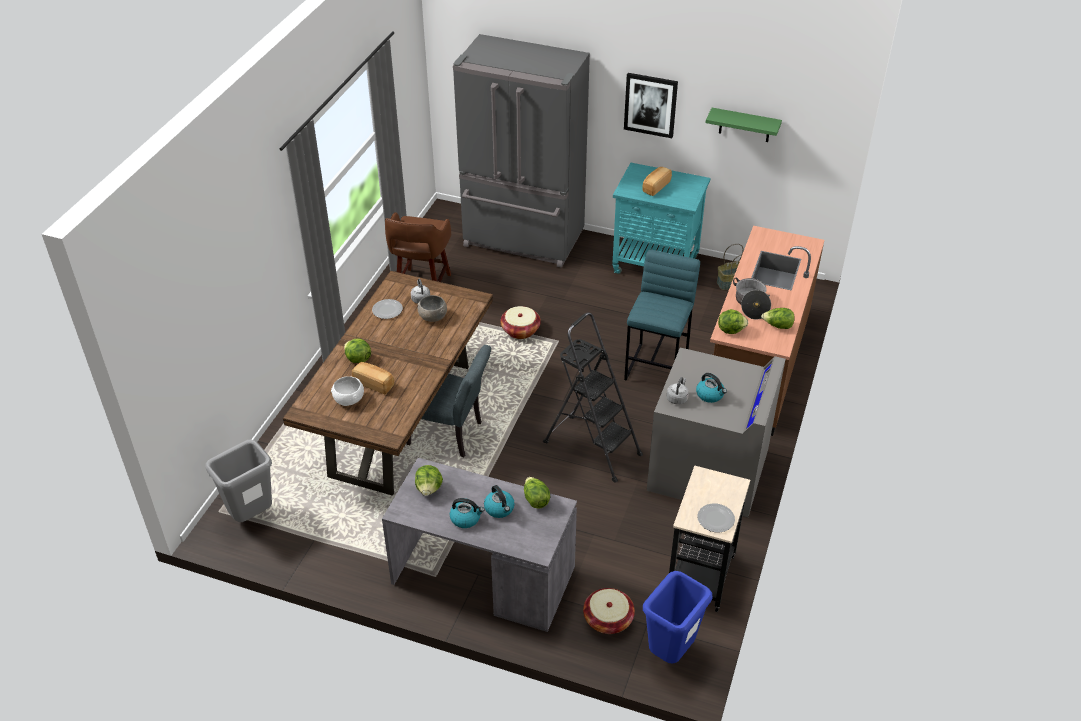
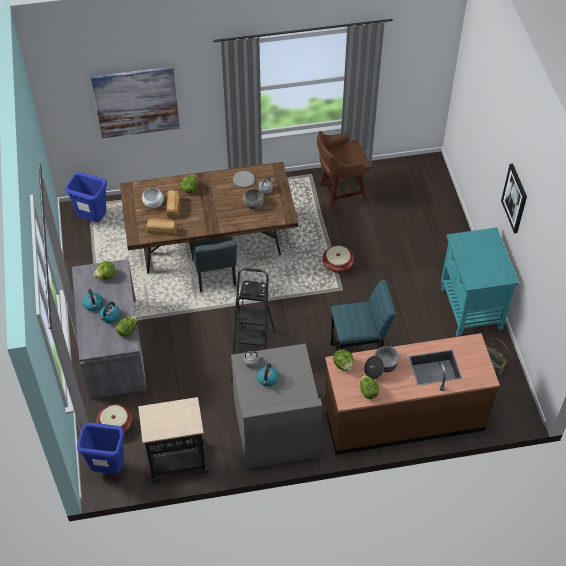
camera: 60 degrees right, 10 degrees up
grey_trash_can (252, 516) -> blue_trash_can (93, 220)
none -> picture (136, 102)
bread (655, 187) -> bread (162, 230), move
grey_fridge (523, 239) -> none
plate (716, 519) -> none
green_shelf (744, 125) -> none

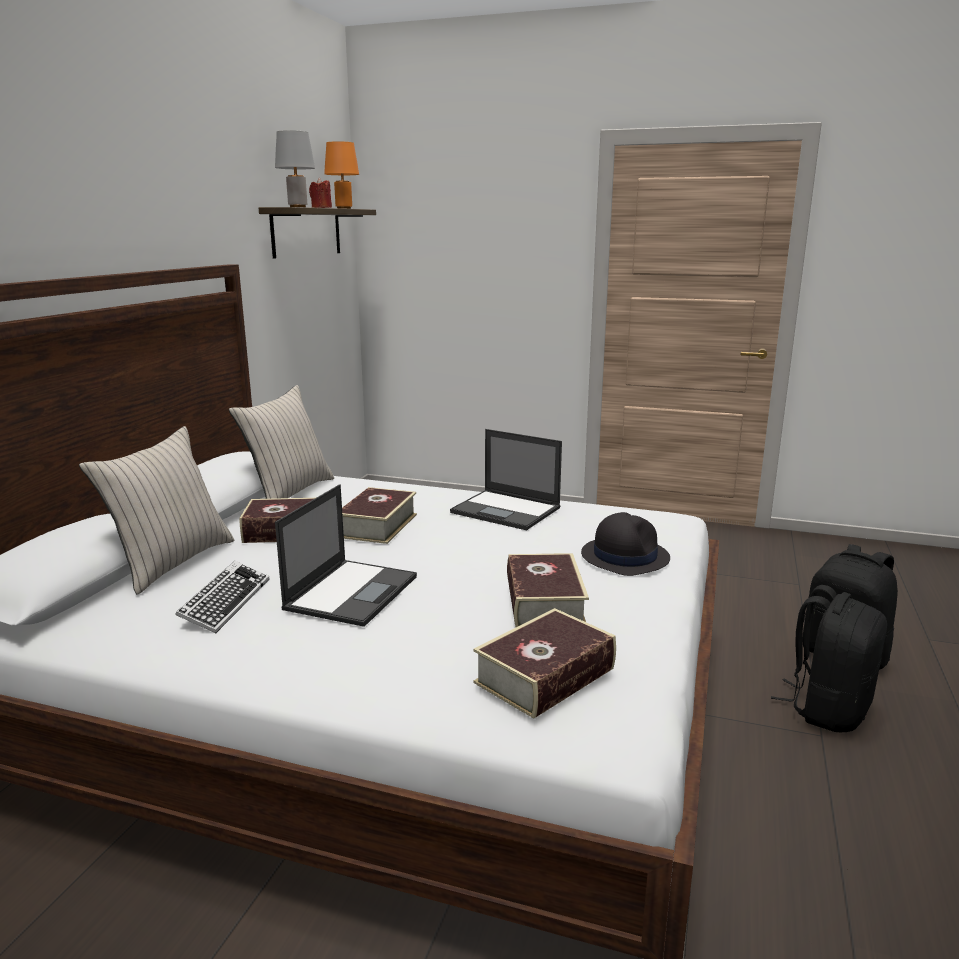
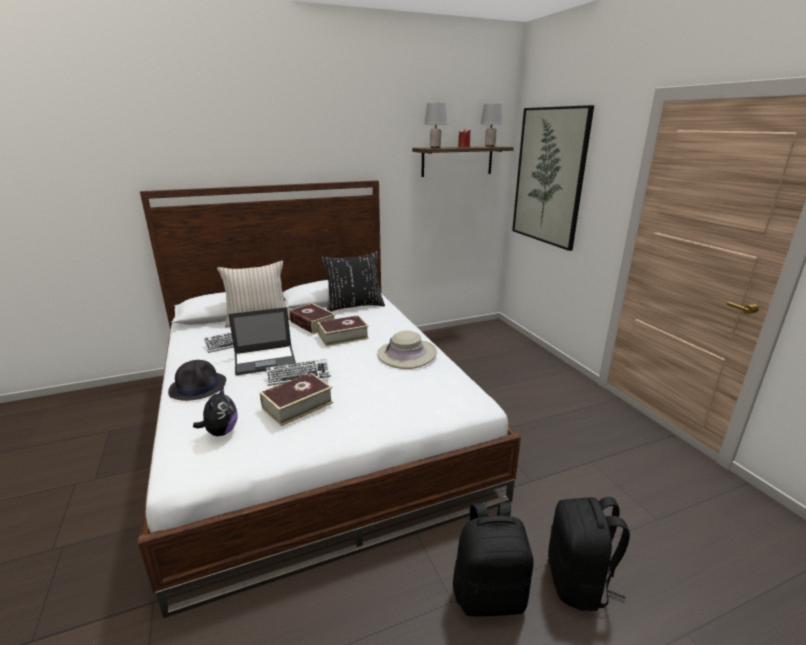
camera: 50 degrees right, 5 degrees up
black_hat (624, 556) -> black_hat (198, 386), move
book (545, 676) -> plush_toy (221, 432)
none -> keyboard (298, 376)
beige_pillow (288, 492) -> black_pillow (354, 306)
laptop (507, 510) -> beige_hat (407, 355)
orange_table_lamp (343, 208) -> grey_table_lamp (489, 146)
none -> picture (549, 177)

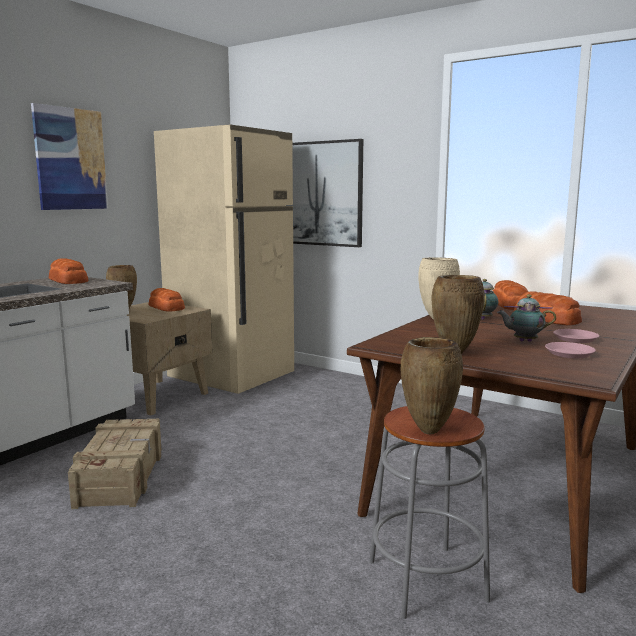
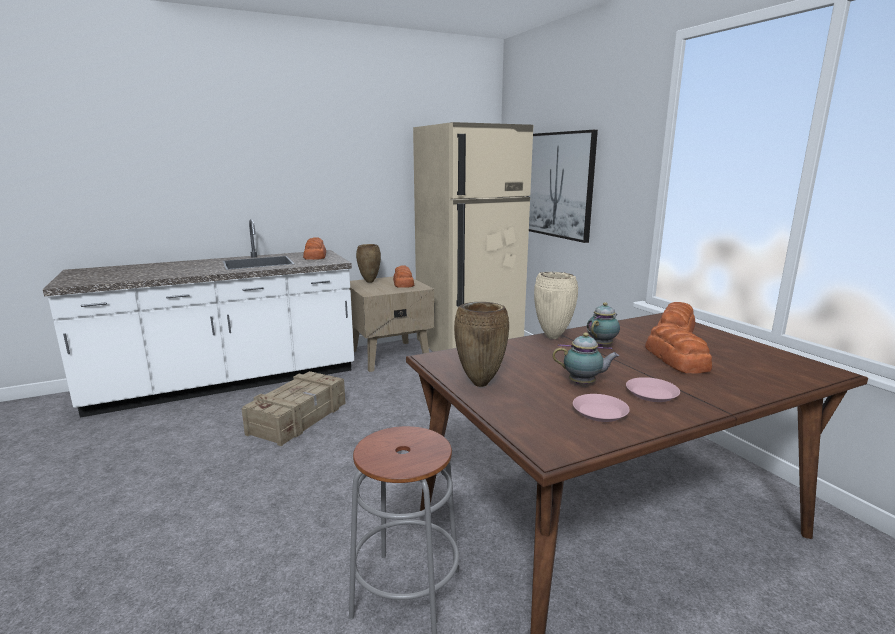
camera: 30 degrees right, 5 degrees up
teapot (523, 341) -> teapot (583, 384), 150 degrees clockwise
picture (70, 159) -> none
brown_vase (427, 431) -> none

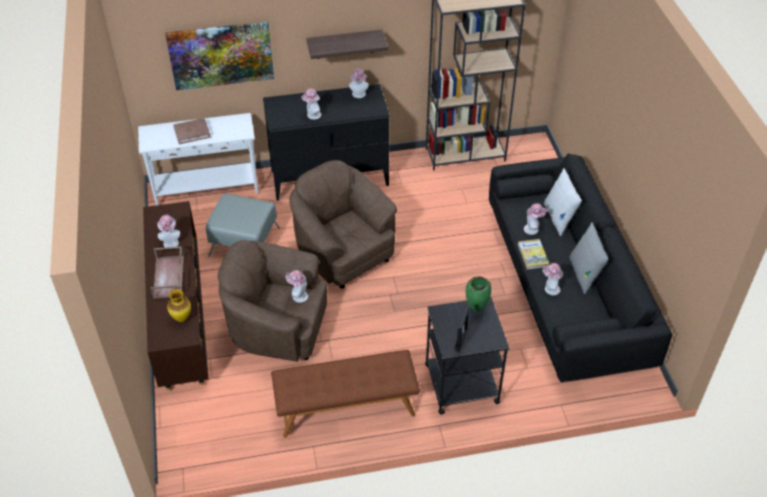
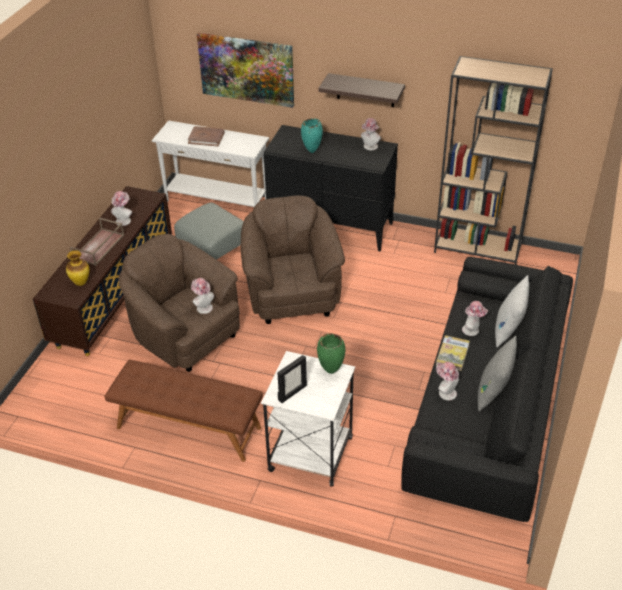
camera: 30 degrees right, 5 degrees down
black_cart (460, 384) -> white_cart (309, 452)
hat (312, 115) -> turquoise_vase (312, 151)

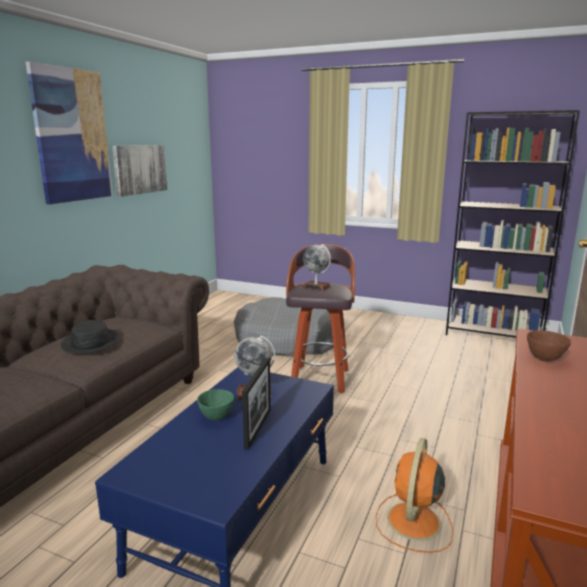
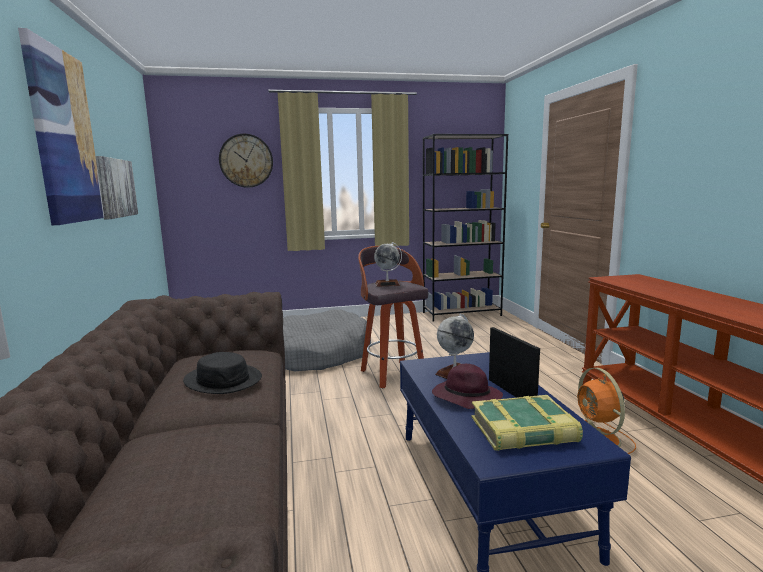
camera: 35 degrees left, 5 degrees down
none -> wall_clock (246, 161)
green_bowl (215, 417) -> purple_hat (465, 397)
none -> book (523, 431)
brown_bowl (544, 358) -> none

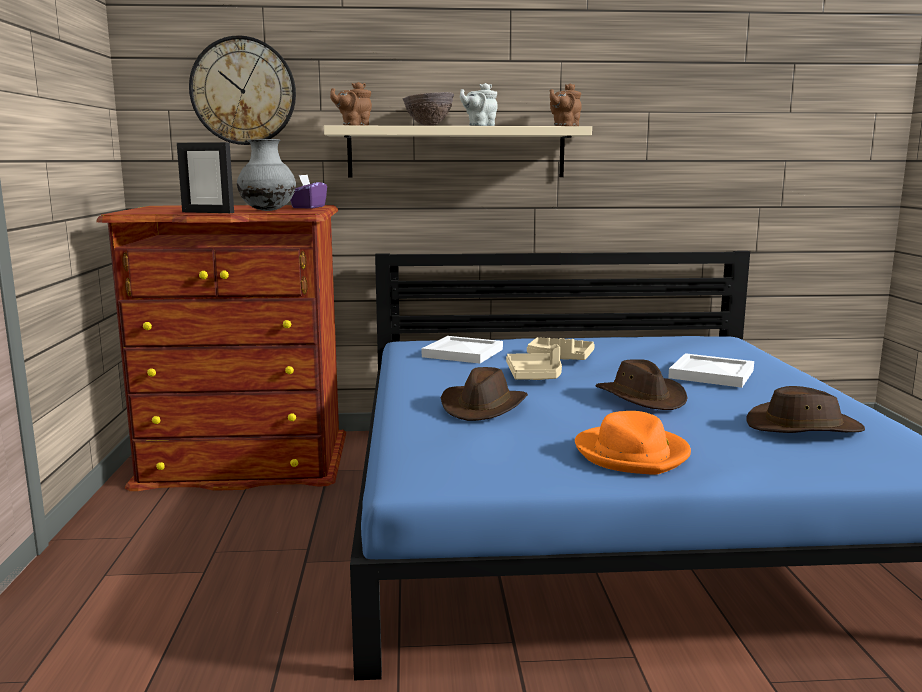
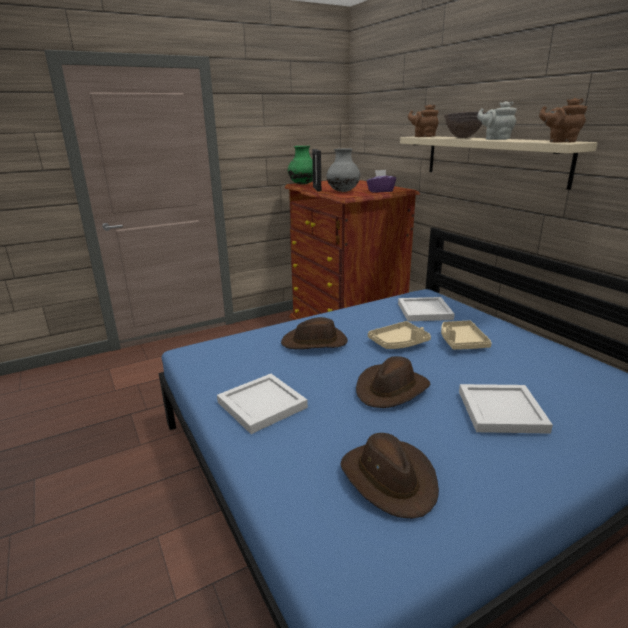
camera: 65 degrees right, 10 degrees up
orange_hat (632, 454) -> white_tray (263, 405)
none -> green_vase (303, 184)
wall_clock (243, 91) -> none

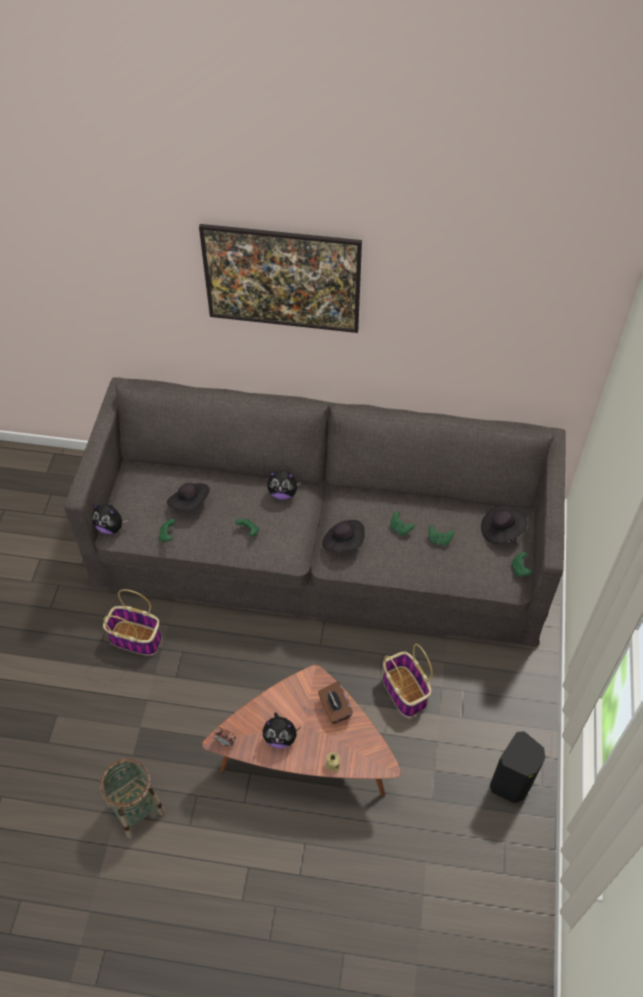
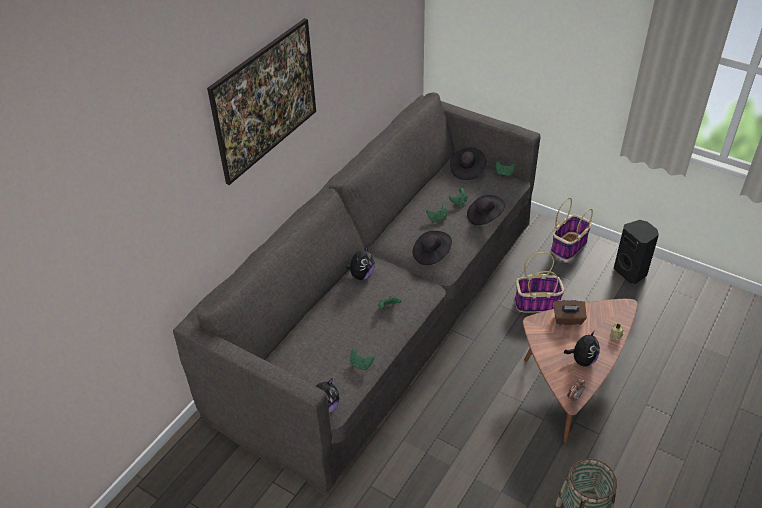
camera: 65 degrees left, 10 degrees down
black_hat (190, 503) -> black_hat (484, 217), move
basket (136, 638) -> basket (569, 246), move

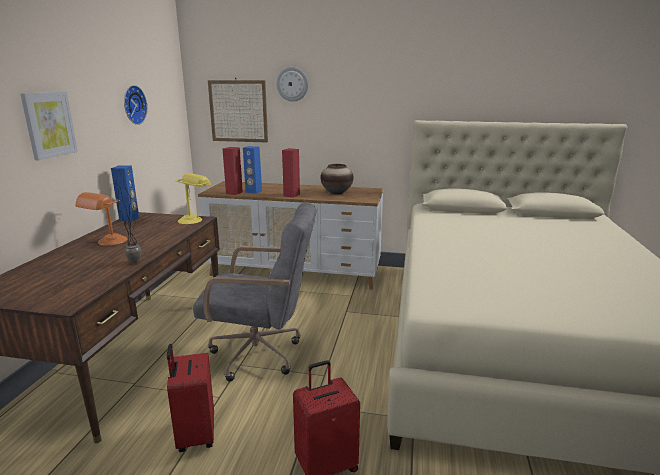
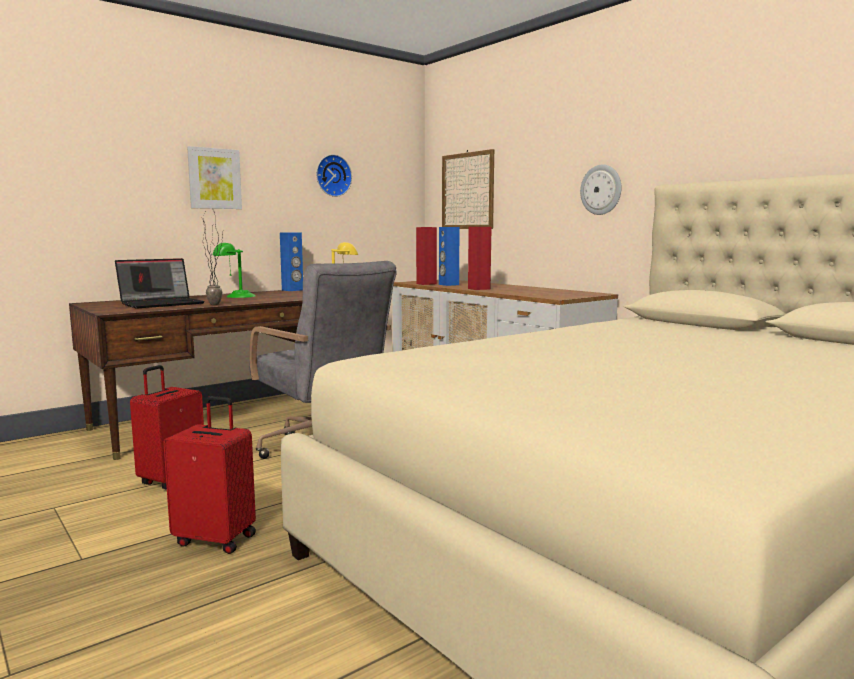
camera: 40 degrees right, 10 degrees down
none -> laptop (162, 304)
orange_table_lamp (108, 242) -> green_table_lamp (234, 296)
wall_clock (292, 84) -> wall_clock (601, 190), move
vase (337, 193) -> none

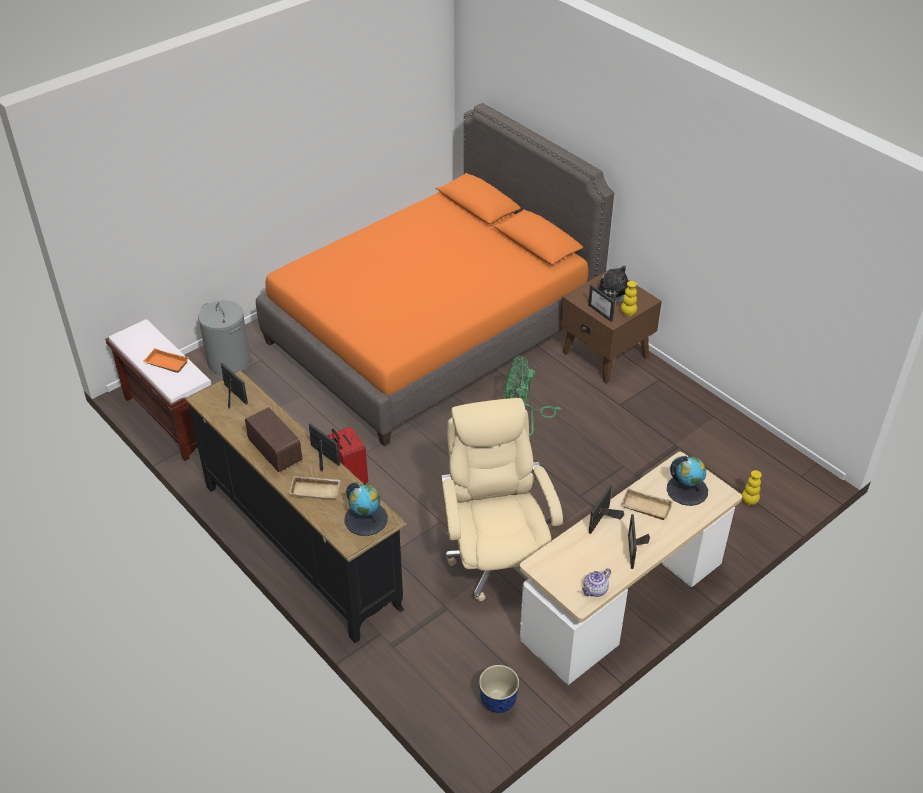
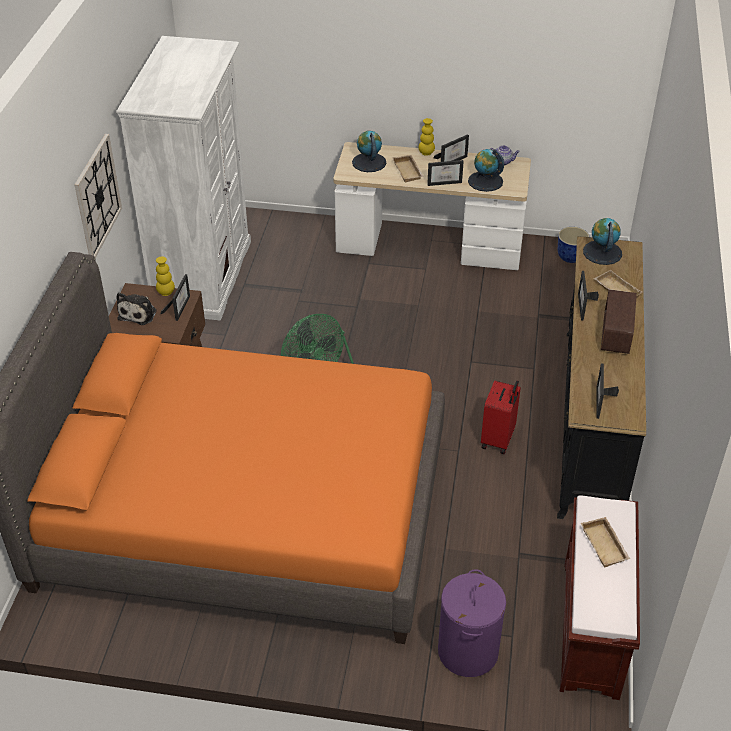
camera: 130 degrees left, 0 degrees up
none -> wall_clock (97, 197)
none -> white_wardrobe (203, 276)
yellow_vase (749, 501) -> yellow_vase (426, 153), move
grey_laundry_basket (229, 362) -> purple_laundry_basket (468, 652)
none -> globe (485, 181)
orange_tray (165, 364) -> beige_tray (605, 545)
beige_office_chair (495, 560) -> none

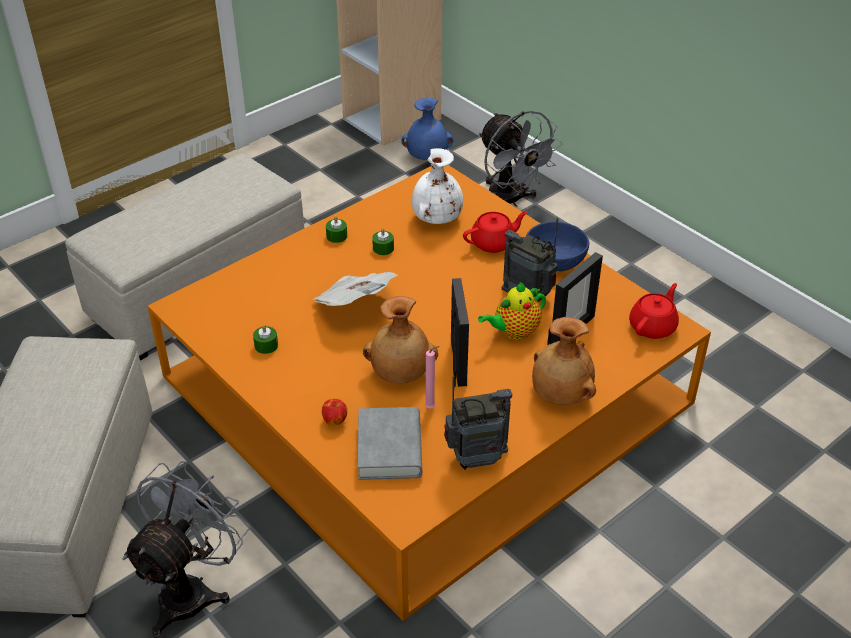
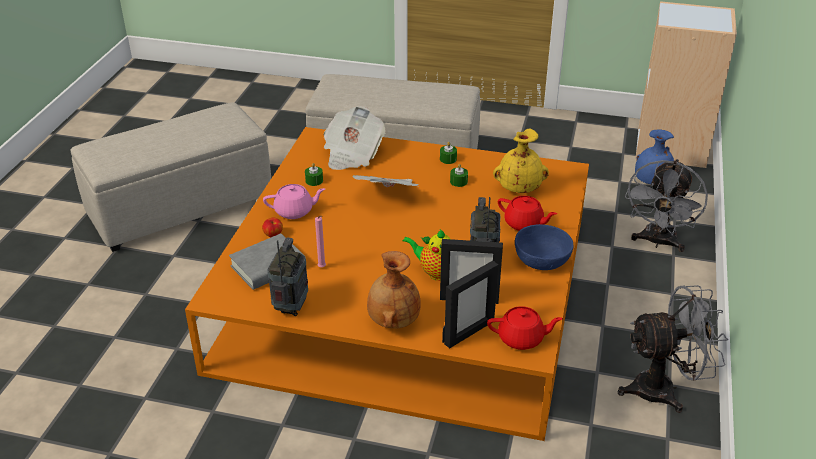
camera: 55 degrees right, 5 degrees down
none -> pink_teapot (294, 211)
radio (477, 460) -> radio (291, 307), 120 degrees counterclockwise
none -> newspaper (352, 154)
picture_frame (457, 362) -> picture_frame (468, 331), move
white_vase (436, 218) -> yellow_vase (519, 188)
grey_fan (192, 590) -> grey_fan (664, 389), move
brown_vase (400, 374) -> none

